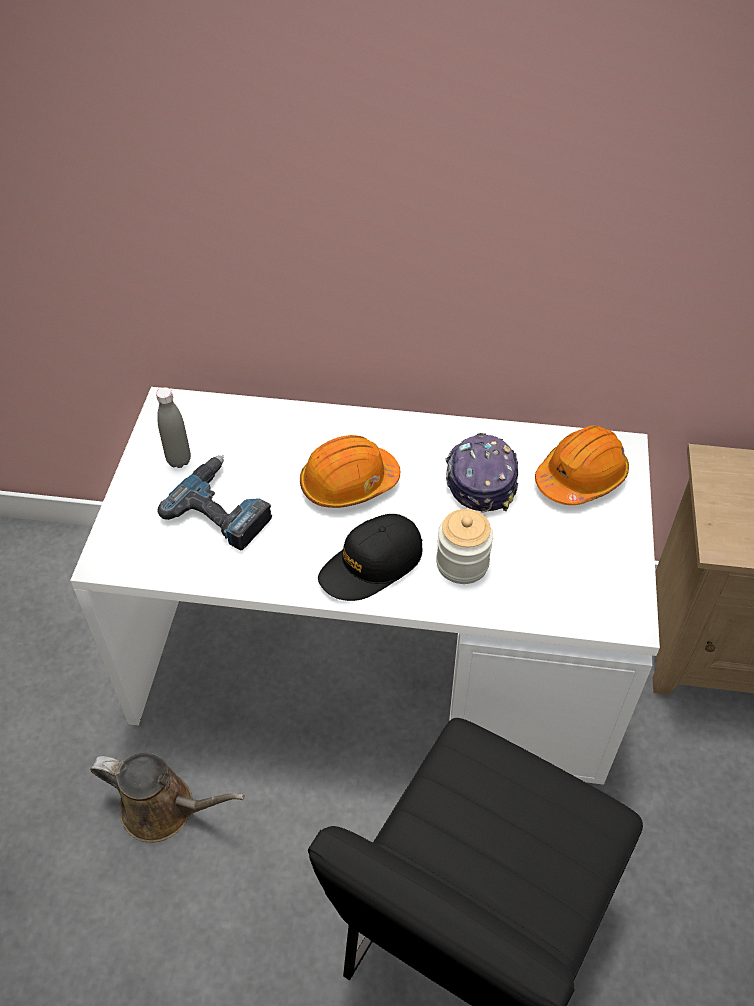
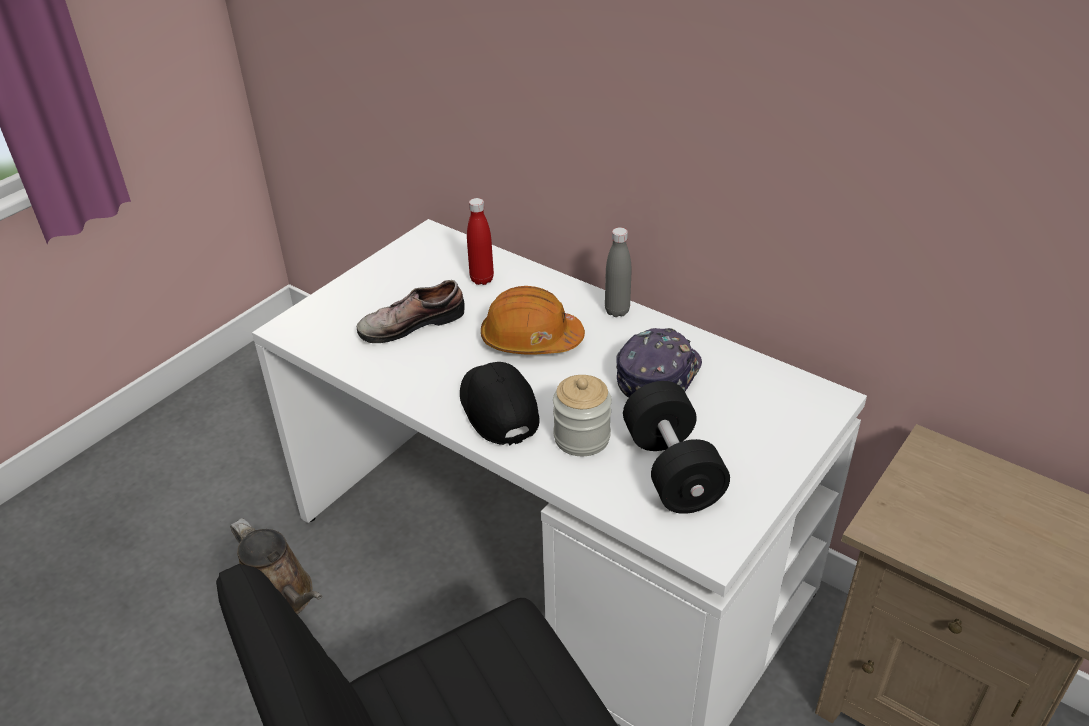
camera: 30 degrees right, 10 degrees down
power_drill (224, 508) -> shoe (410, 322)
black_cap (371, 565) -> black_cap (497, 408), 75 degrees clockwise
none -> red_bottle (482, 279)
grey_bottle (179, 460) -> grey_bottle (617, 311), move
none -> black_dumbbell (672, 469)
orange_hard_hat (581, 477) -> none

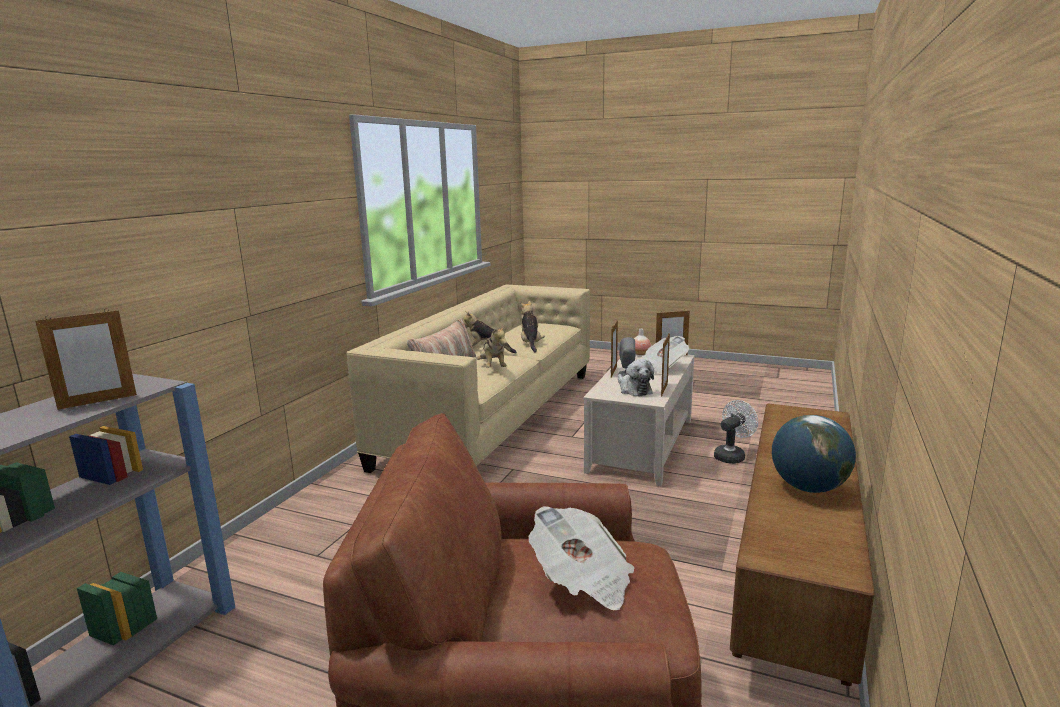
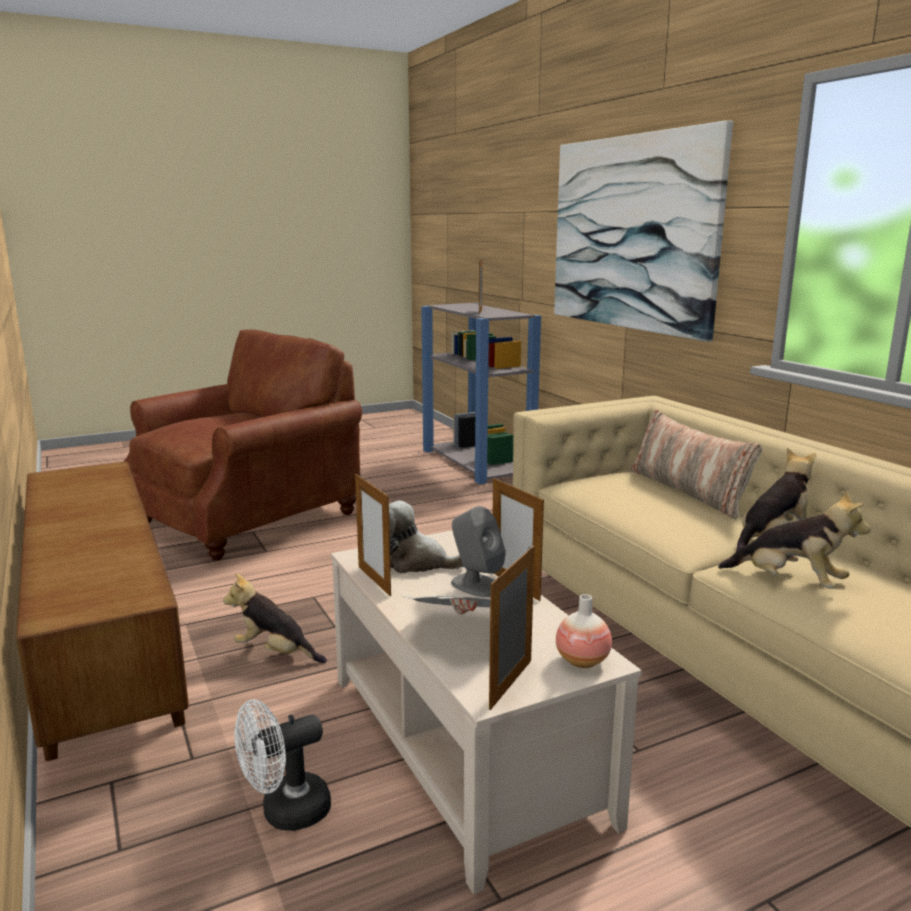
camera: 130 degrees right, 0 degrees up
plush_toy (492, 367) -> plush_toy (275, 653), move
white_fan (732, 456) -> white_fan (285, 812), 60 degrees clockwise
none -> picture (632, 233)
newspaper (583, 580) -> none
globe (808, 488) -> none

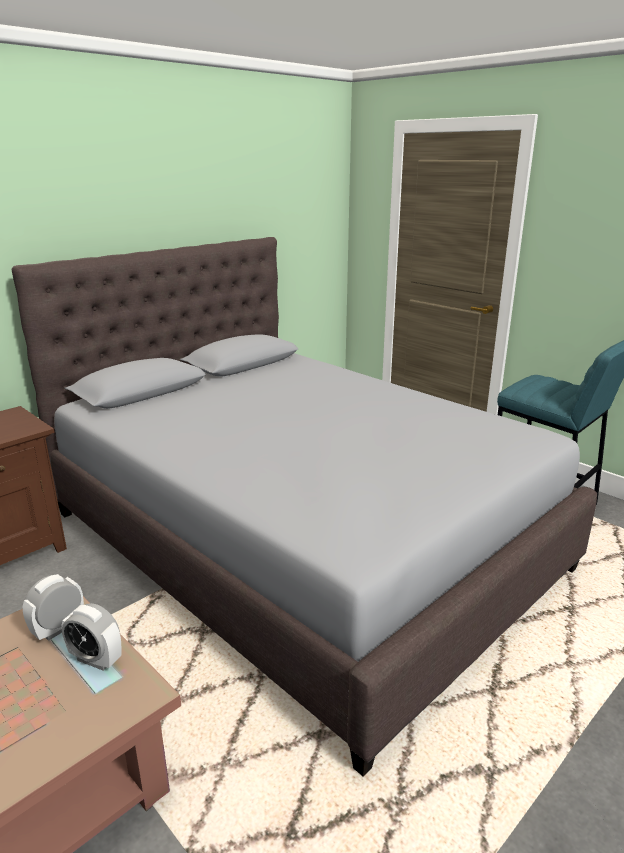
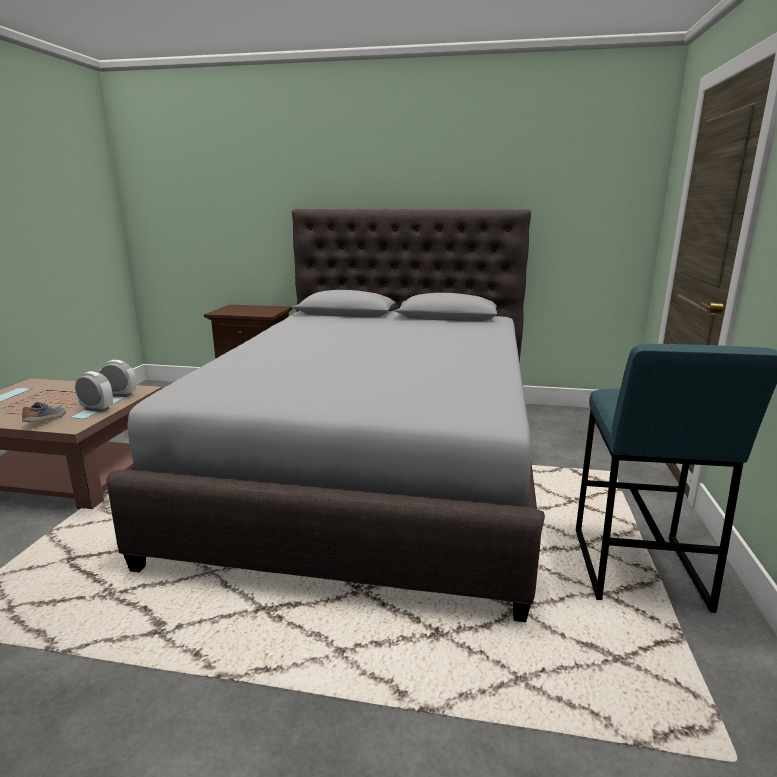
camera: 55 degrees right, 5 degrees down
none -> shoe (46, 420)
alarm_clock (96, 659) -> alarm_clock (97, 409), 120 degrees clockwise

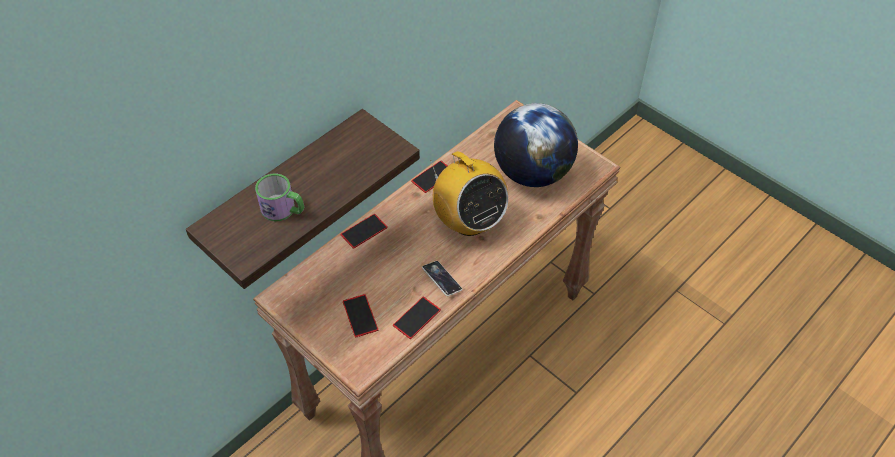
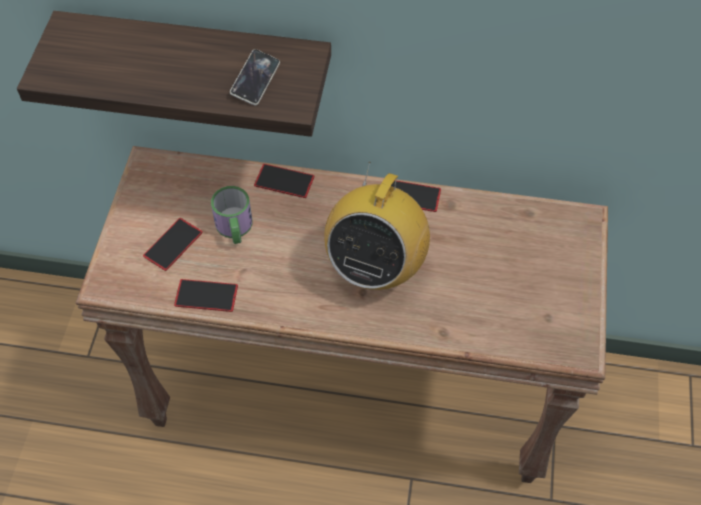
camera: 55 degrees right, 5 degrees up
mug (283, 210) -> mug (234, 228), move
phone (442, 280) -> phone (255, 80), move
globe (532, 173) -> none

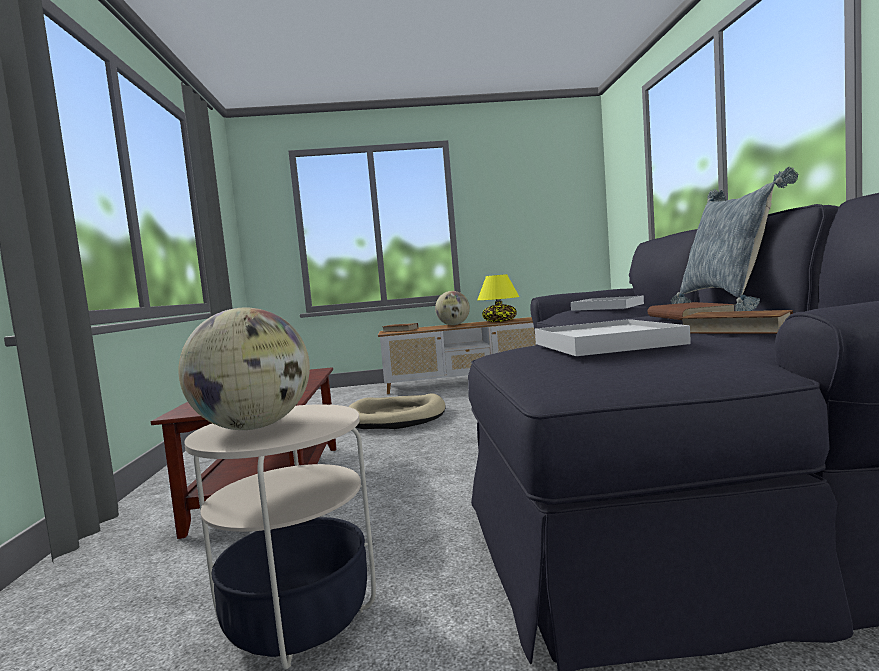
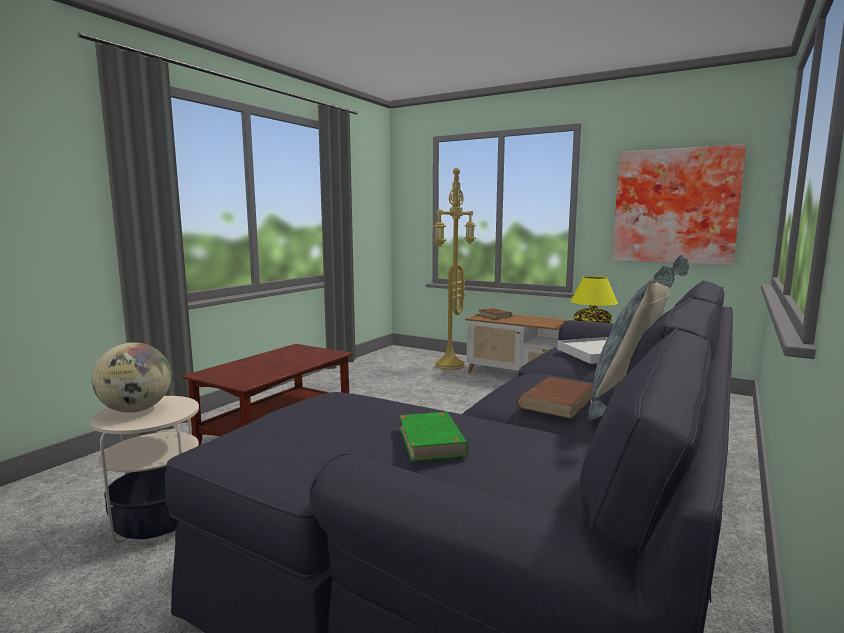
camera: 35 degrees right, 5 degrees up
brown_book (735, 330) -> green_book (431, 441)
none -> yellow_floor_lamp (450, 366)
none -> picture (675, 206)
beige_dog_bed (396, 417) -> none
globe (453, 325) -> none
white_tray (605, 344) -> none

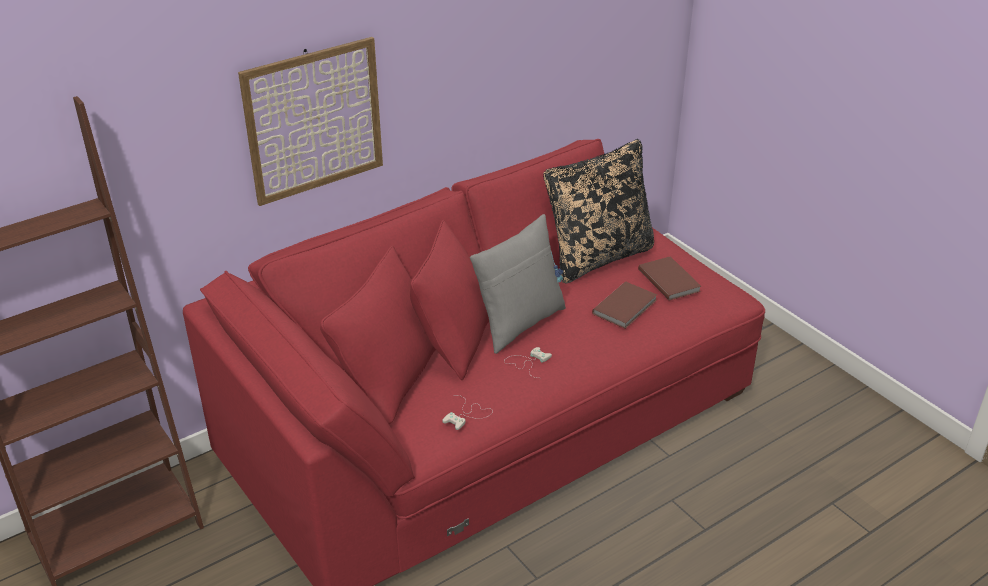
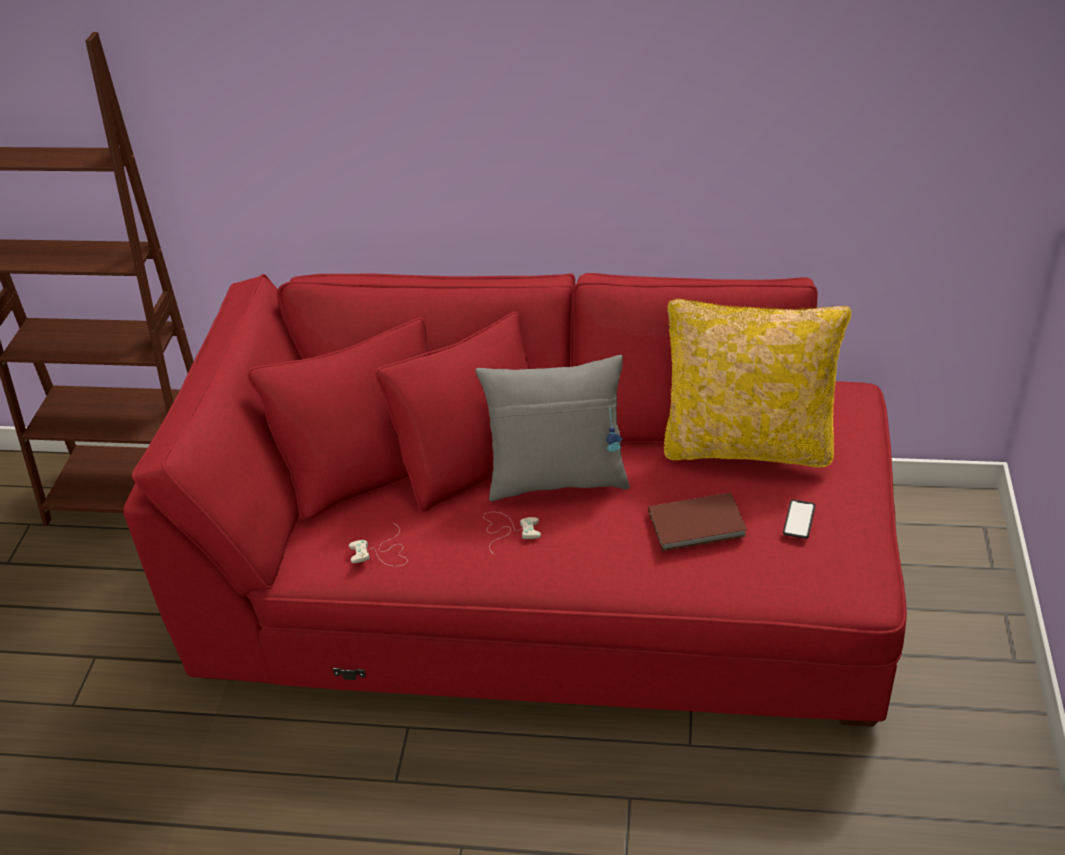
camera: 45 degrees right, 5 degrees up
black_pillow (600, 259) -> yellow_pillow (749, 449)
brown_book (669, 280) -> phone (799, 520)
picture (313, 118) -> none

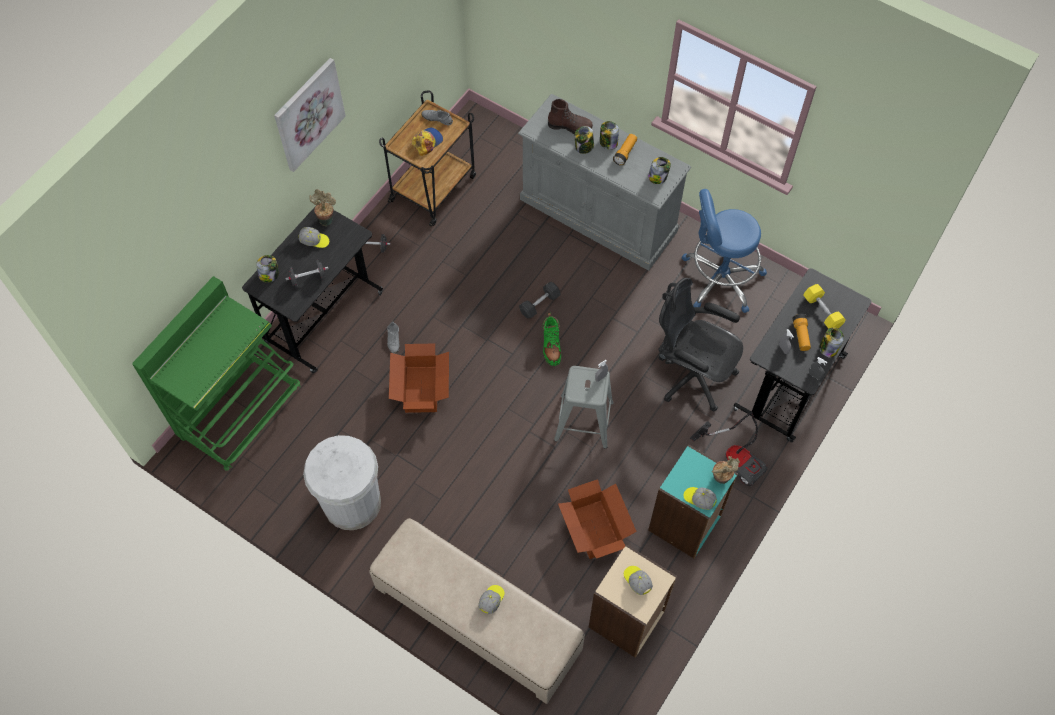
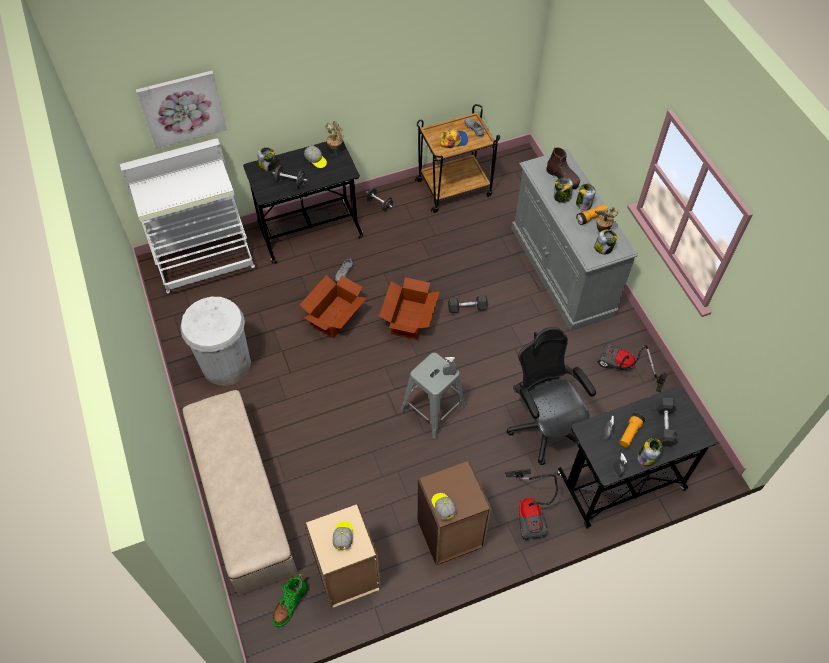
camera: 35 degrees right, 5 degrees down
green_shoe_rack (242, 415) -> white_shoe_rack (206, 264)
picture (308, 114) -> picture (182, 108), move
green_boot (551, 346) -> green_boot (290, 604), move
cardboard_box (594, 530) -> cardboard_box (409, 319), move
turquoise_bookcase (685, 523) -> brown_bookcase (450, 534)
potted_plant (721, 479) -> potted_plant (602, 231), move
blue_stool (720, 279) -> vacuum_cleaner (624, 369)
yellow_dumbbell (822, 311) -> grey_dumbbell (664, 425)
cap (492, 600) -> none

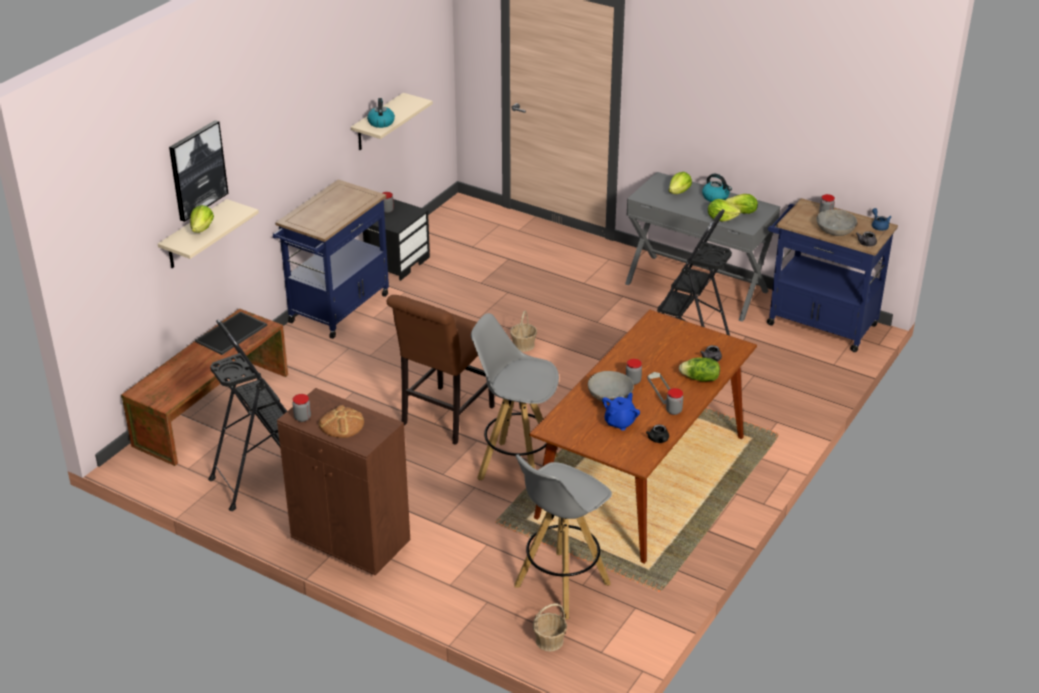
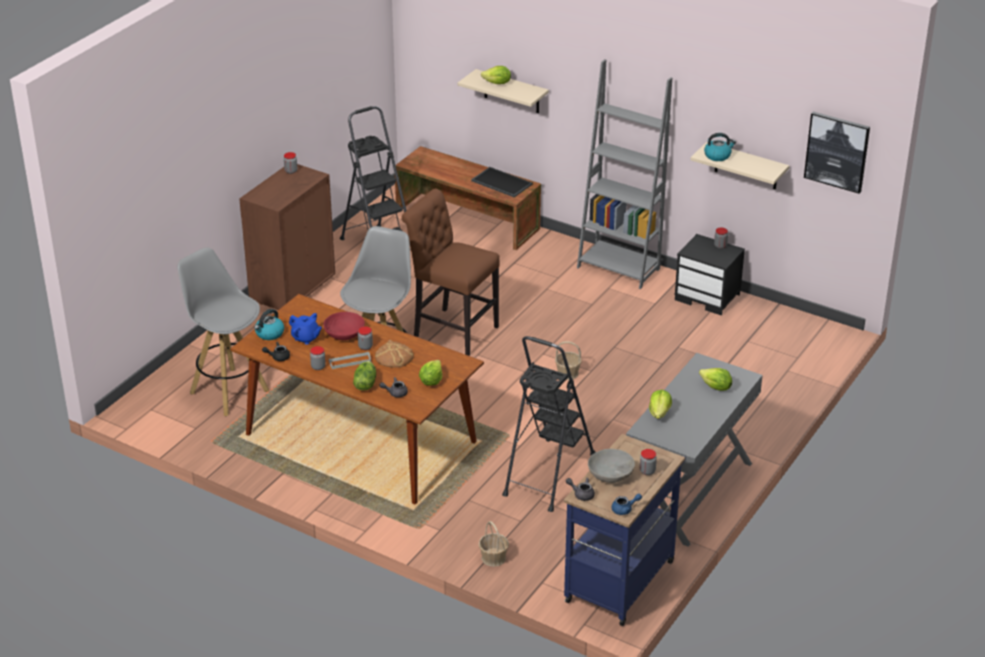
camera: 90 degrees right, 0 degrees up
kettle (716, 197) -> kettle (269, 334), move
grey_bowl (610, 396) -> red_bowl (344, 334)
bread (341, 424) -> bread (394, 356), move
lettuce (742, 212) -> lettuce (431, 381), move
basket (549, 641) -> basket (493, 558), move
blue_cart (337, 310) -> grey_bookcase (618, 268)
picture (197, 170) -> picture (837, 151), move

